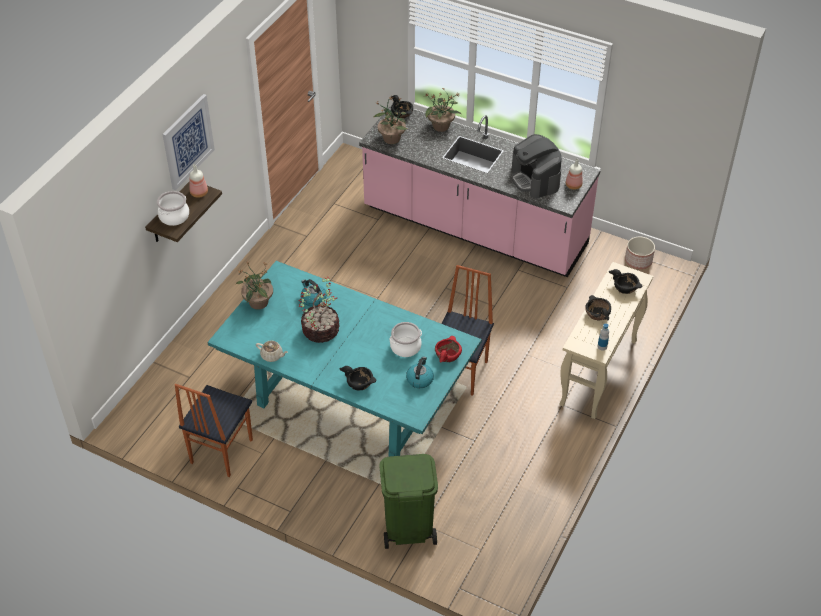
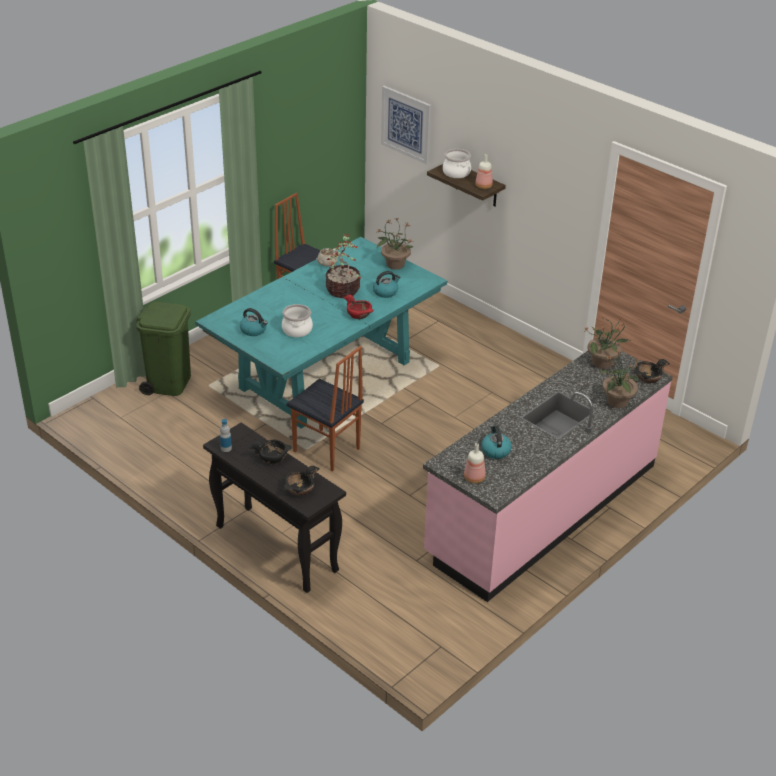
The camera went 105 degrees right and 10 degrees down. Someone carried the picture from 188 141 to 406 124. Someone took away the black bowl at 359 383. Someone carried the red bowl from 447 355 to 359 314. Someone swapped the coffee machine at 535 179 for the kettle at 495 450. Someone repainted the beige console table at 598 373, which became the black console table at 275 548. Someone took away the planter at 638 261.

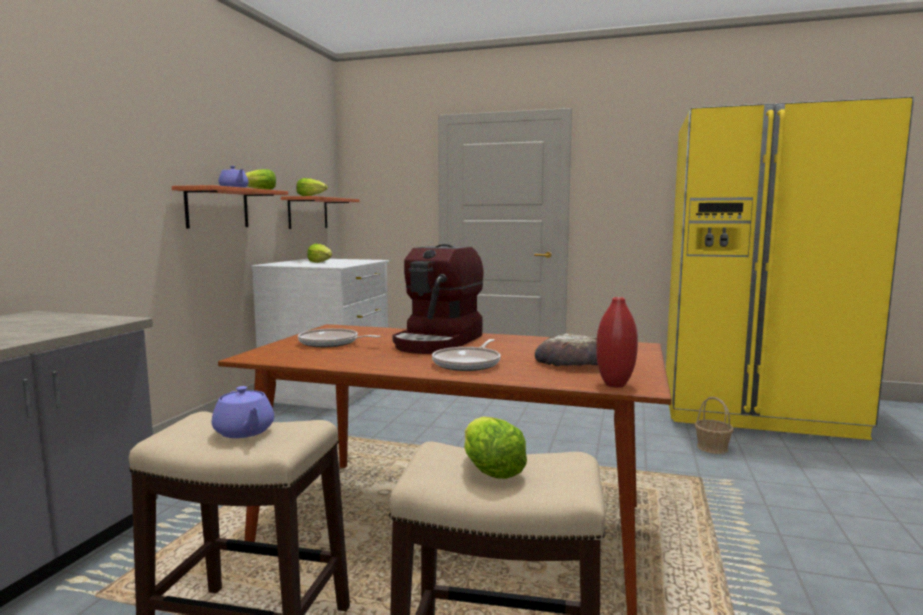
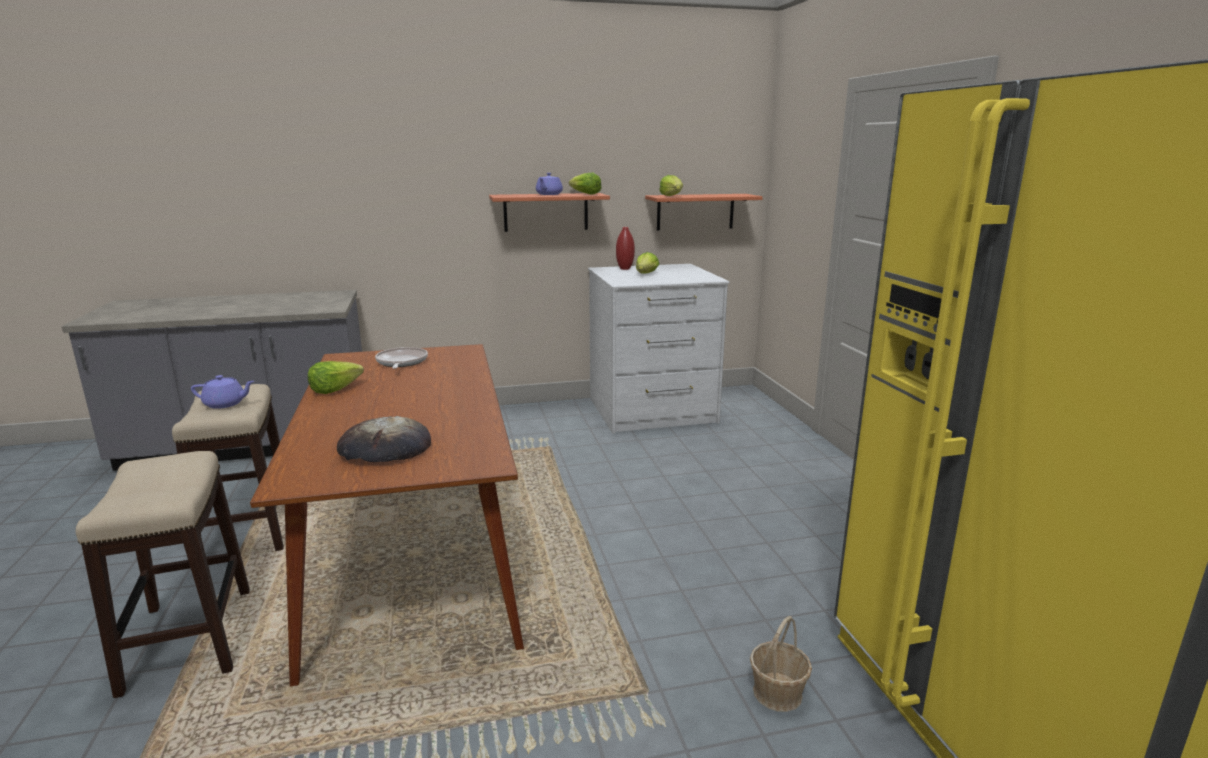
The camera went 60 degrees right and 10 degrees up. Someone rotated the purple teapot at 244 432 by 120 degrees counterclockwise. Someone took away the coffee machine at 439 342. Someone took away the frying pan at 468 363. Someone carried the lettuce from 490 468 to 335 389. Someone carried the red vase from 615 384 to 625 269.

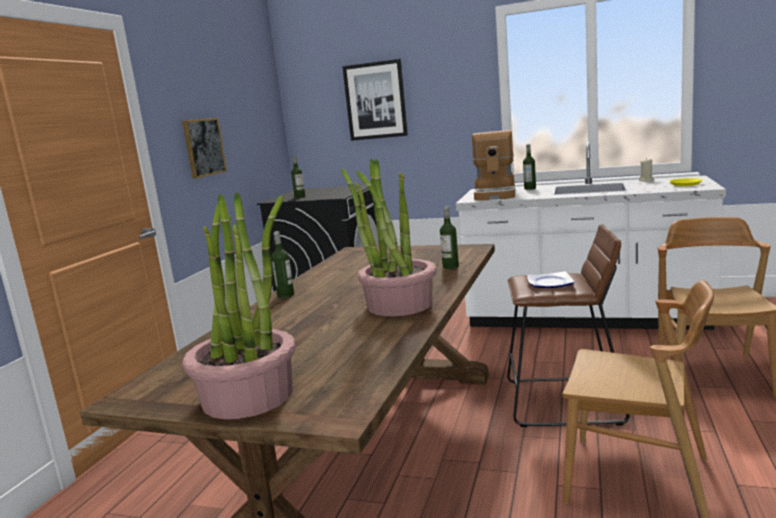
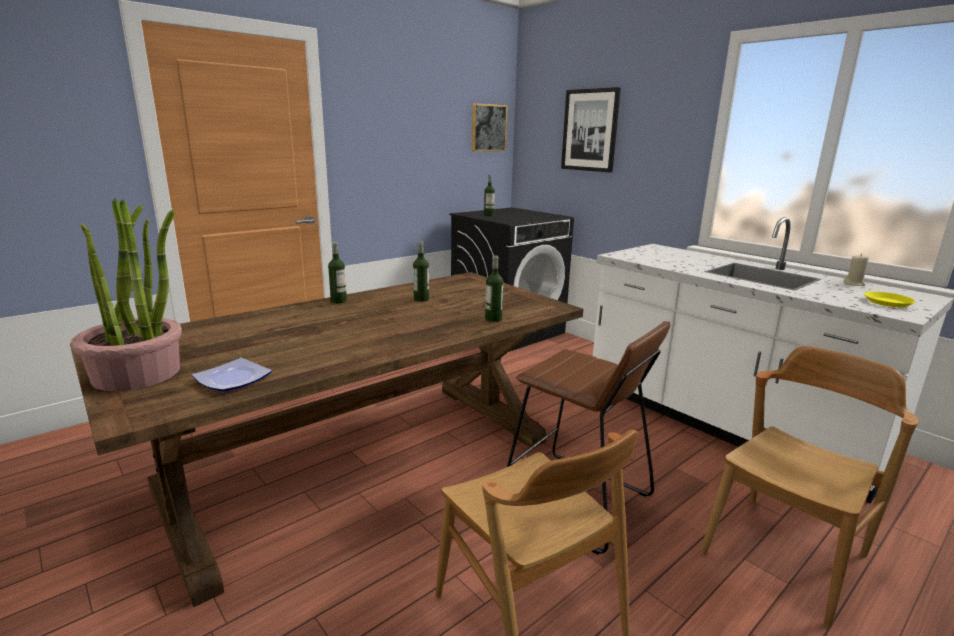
The camera went 30 degrees right and 5 degrees up. Someone carried the picture from 204 147 to 488 128. Someone took away the potted plant at 399 305. Someone took away the coffee machine at 496 194. Someone carried the bottle from 530 188 to 421 299. Someone carried the plate from 549 283 to 233 378.

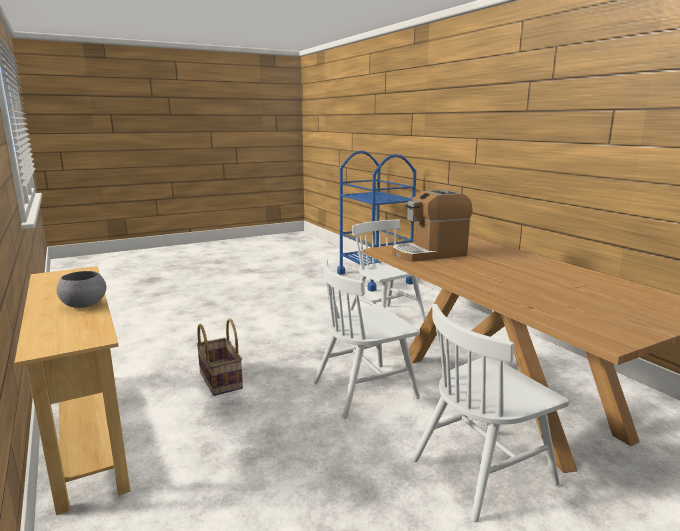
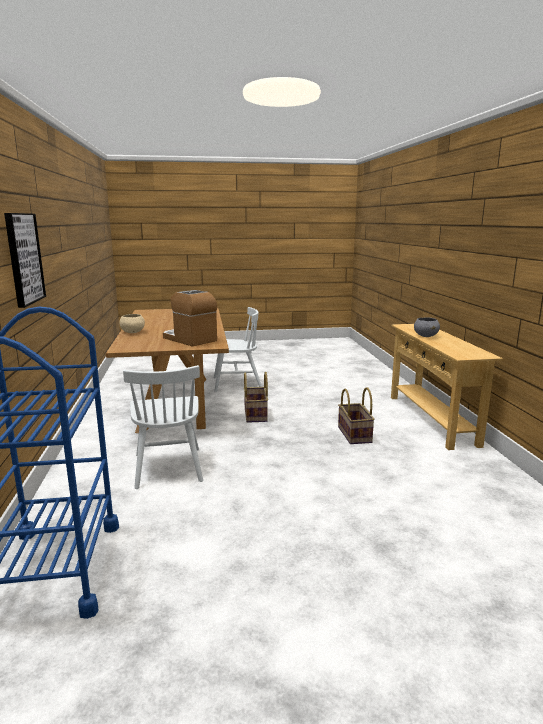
The camera went 160 degrees left and 0 degrees up. Someone swapped the white chair at 365 389 for the basket at 256 415. Someone rotated the coffee machine at 429 253 by 135 degrees counterclockwise. Someone put up the picture at 24 258. Someone put down the beige bowl at 132 332.

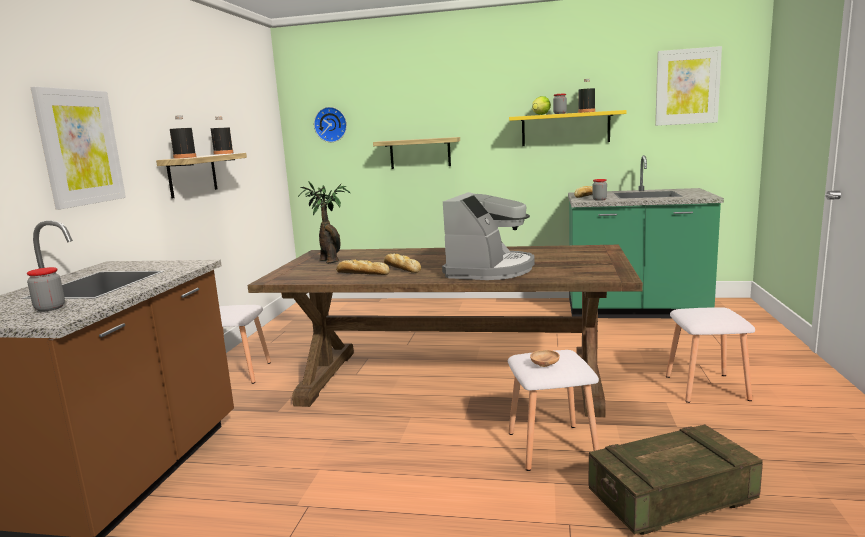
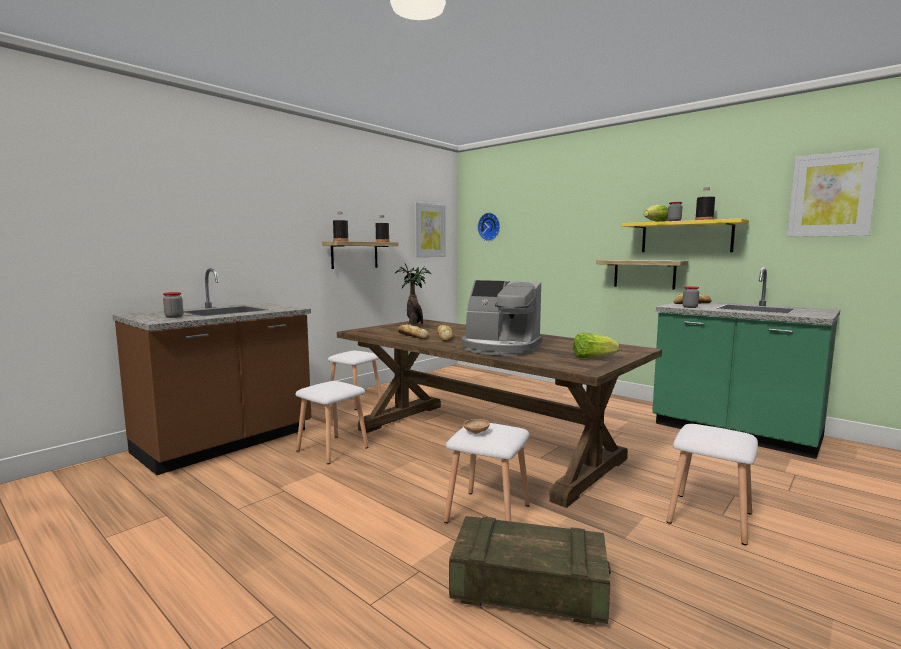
The camera went 30 degrees right and 5 degrees down. Someone carried the picture from 80 147 to 429 230. Someone carried the shelf from 420 153 to 644 274. Someone rotated the coffee machine at 490 270 by 60 degrees clockwise. Someone put down the white stool at 331 449. Someone put down the lettuce at 592 358.

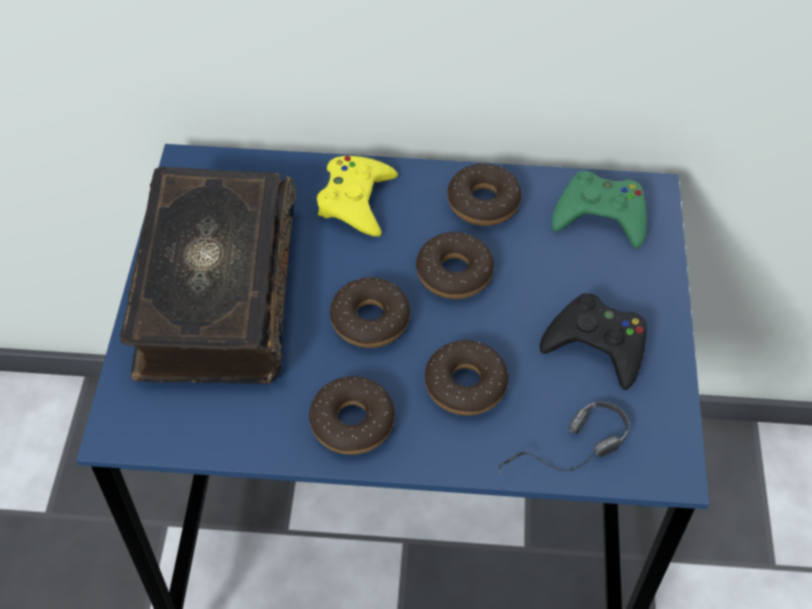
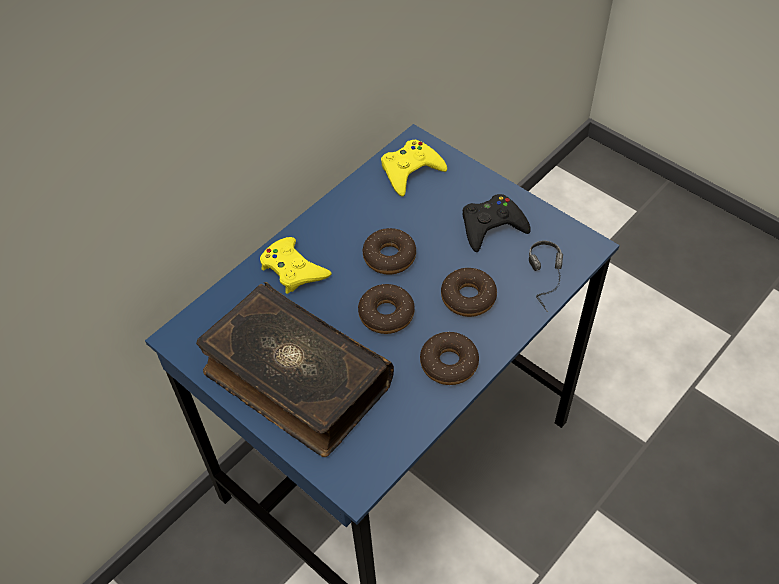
The camera went 50 degrees left and 0 degrees up. Someone took away the donut at 483 203. Someone repainted the green game controller at 601 216, which became the yellow game controller at 410 171.

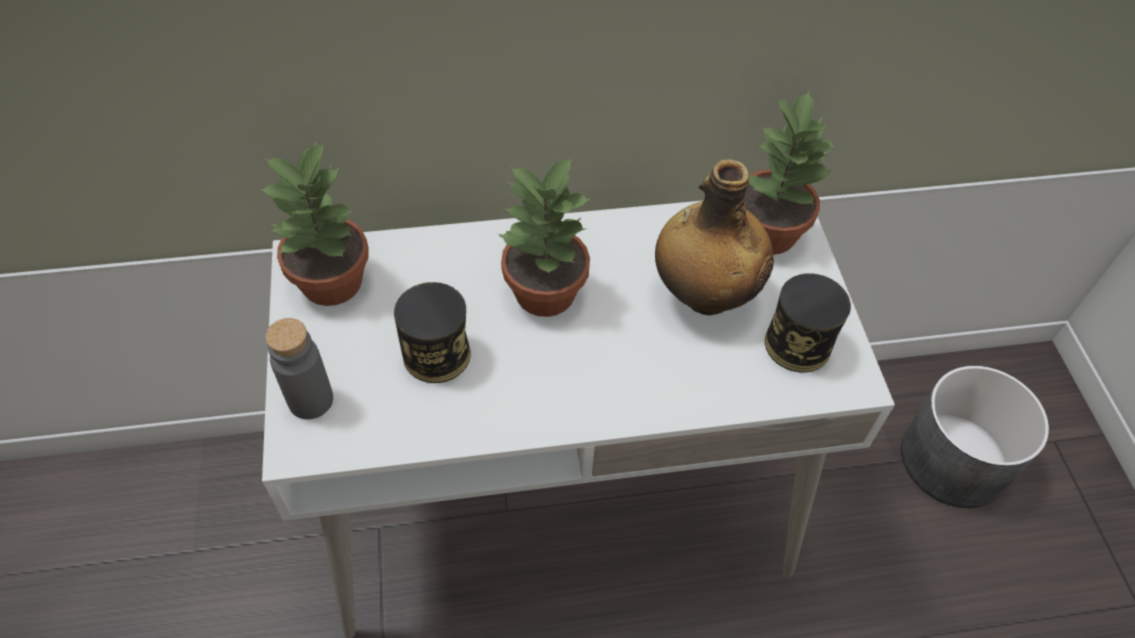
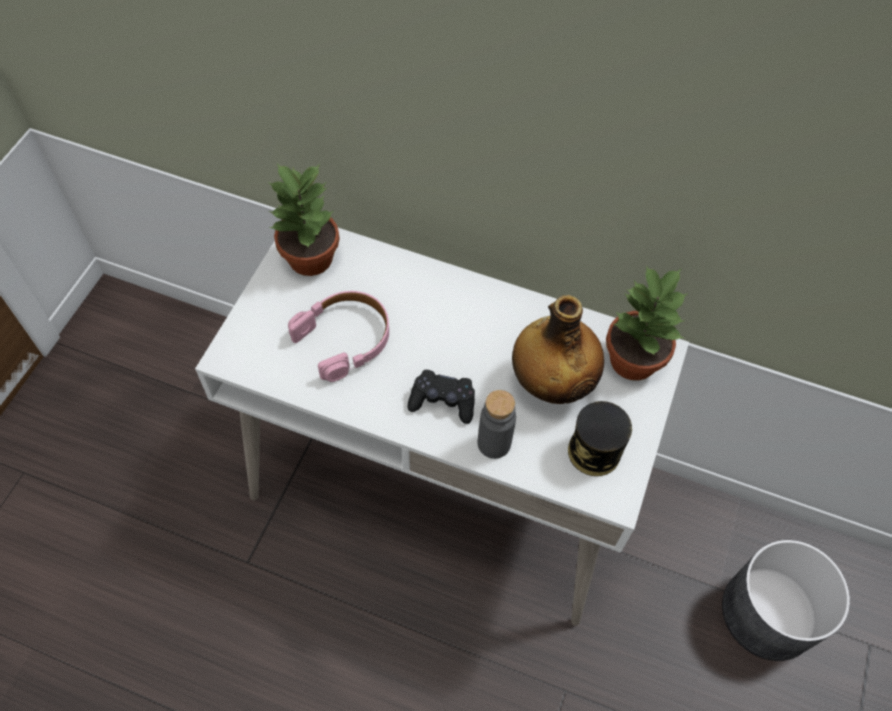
The camera went 30 degrees right and 5 degrees up. Someone carried the grey bottle from 311 400 to 494 443. Someone swapped the can at 436 354 for the pink headphones at 345 338. Someone took away the potted plant at 543 293. Someone put down the black game controller at 443 401.

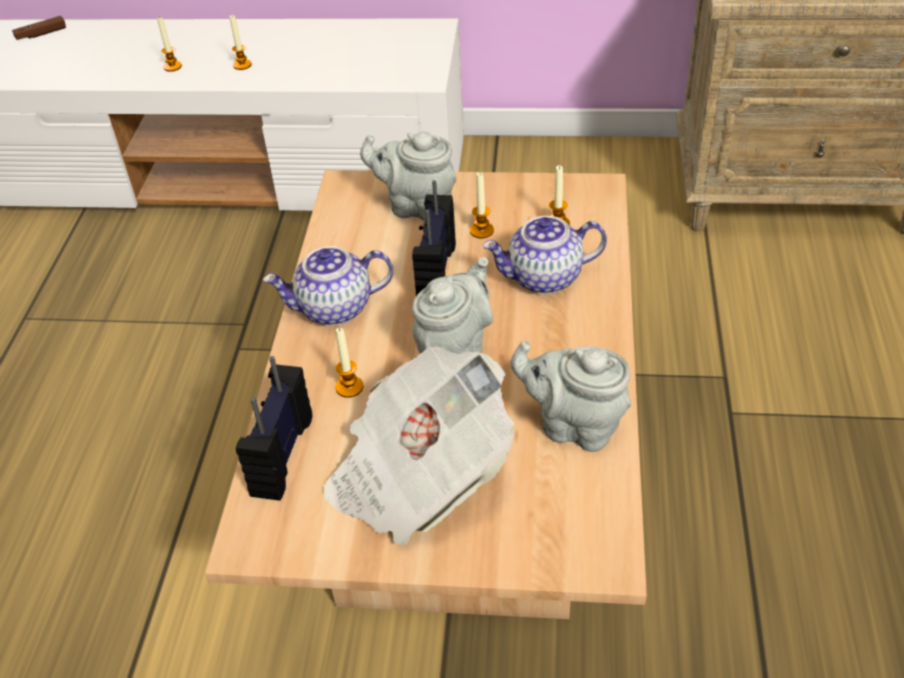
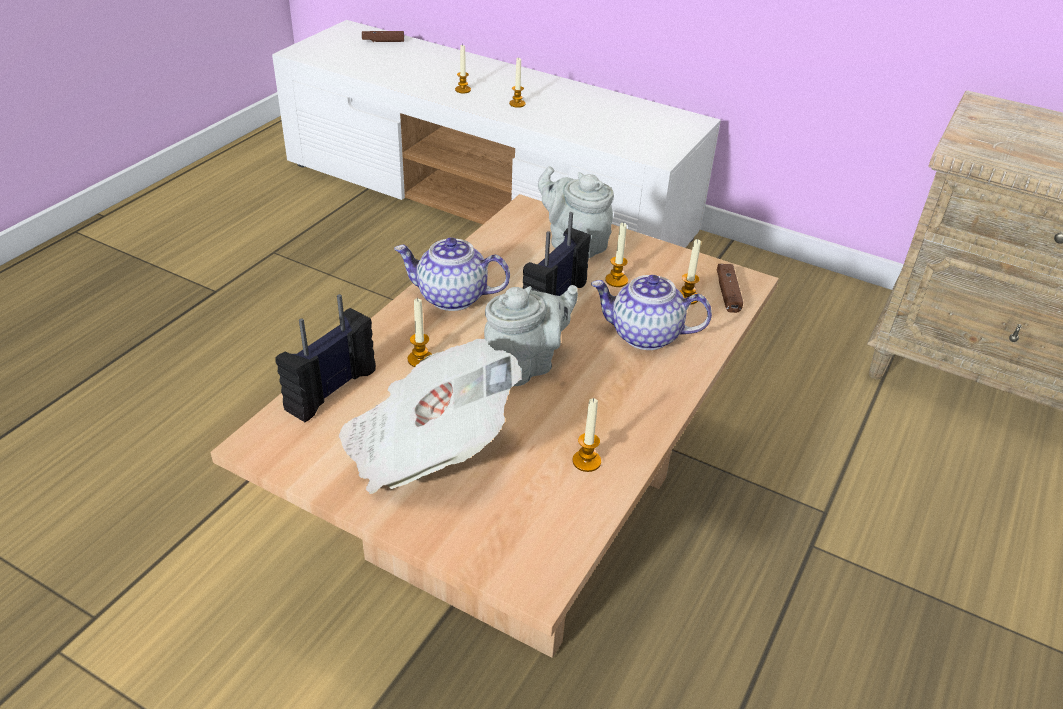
The camera went 20 degrees right and 5 degrees down. Someone swapped the grey teapot at 574 426 for the candle at 586 461. Someone put down the brown game controller at 728 293.

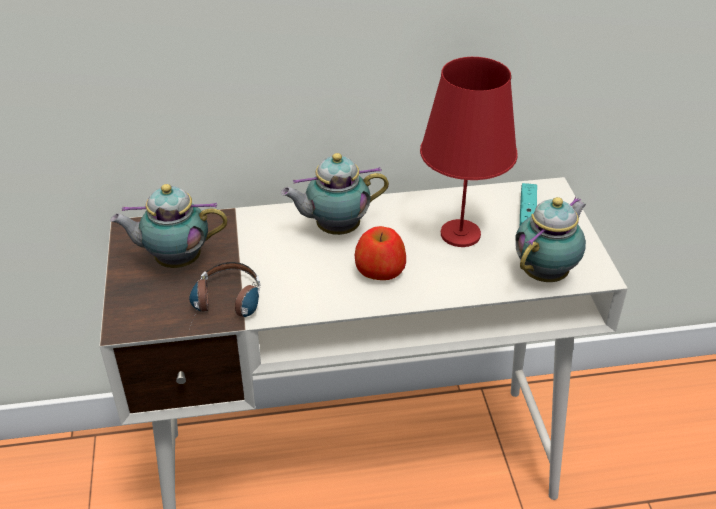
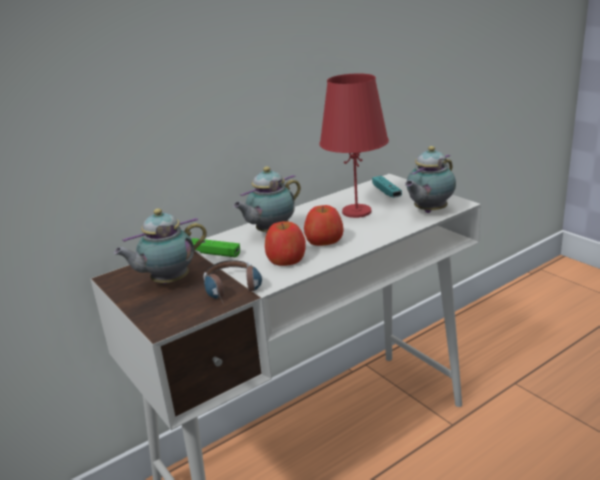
The camera went 25 degrees left and 15 degrees down. Someone rotated the teapot at 546 273 by 150 degrees counterclockwise. Someone put down the green game controller at 214 253. Someone put down the apple at 286 259.

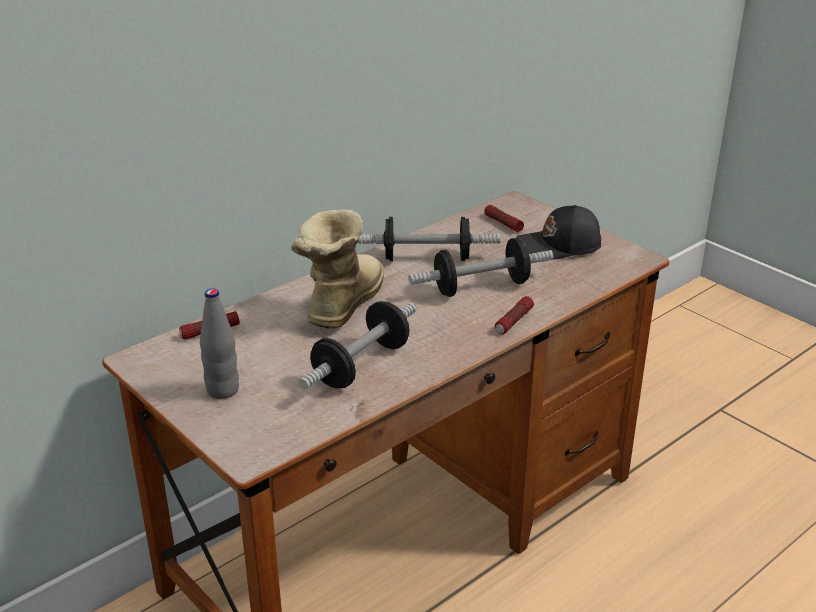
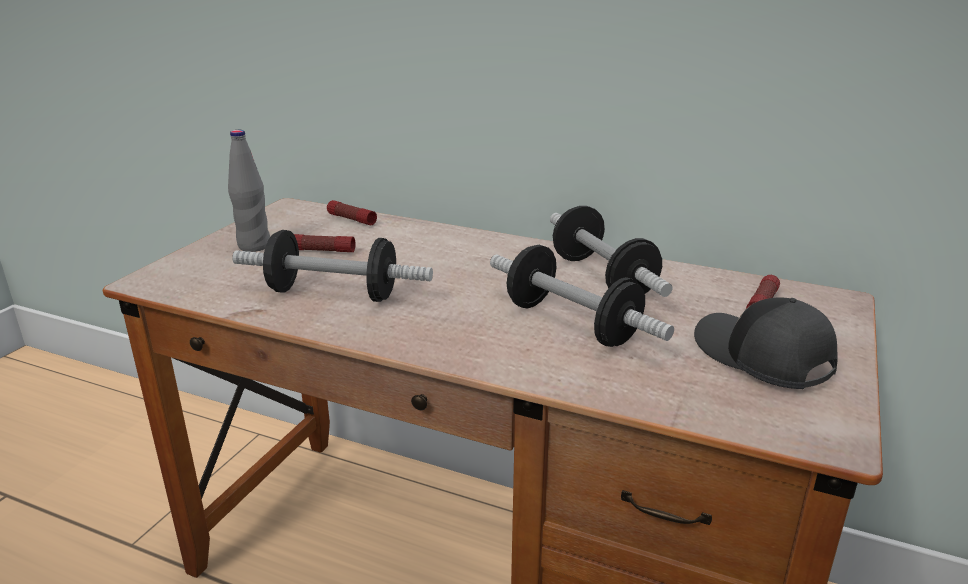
The camera went 65 degrees right and 5 degrees down. Someone took away the boot at 340 304. Someone carried the flashlight from 513 321 to 322 251.

